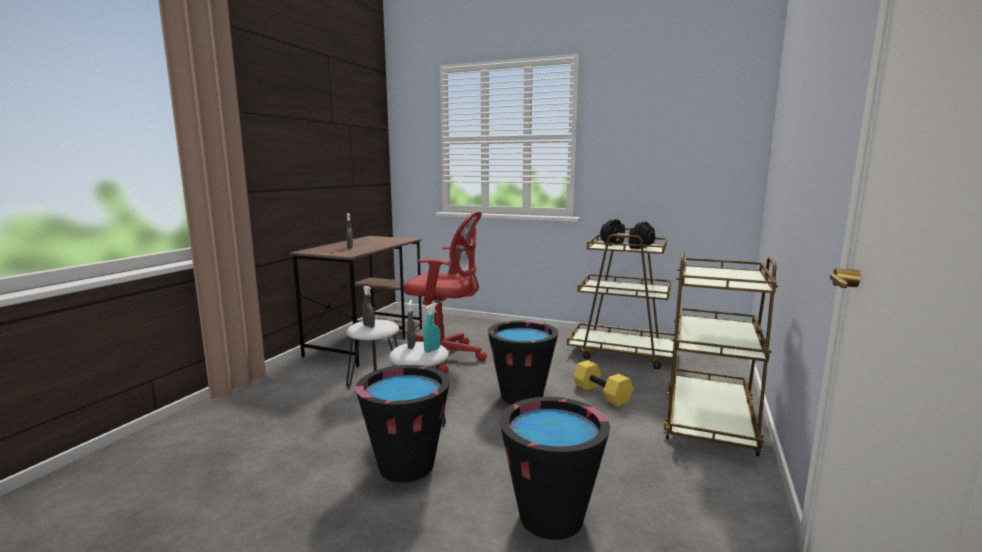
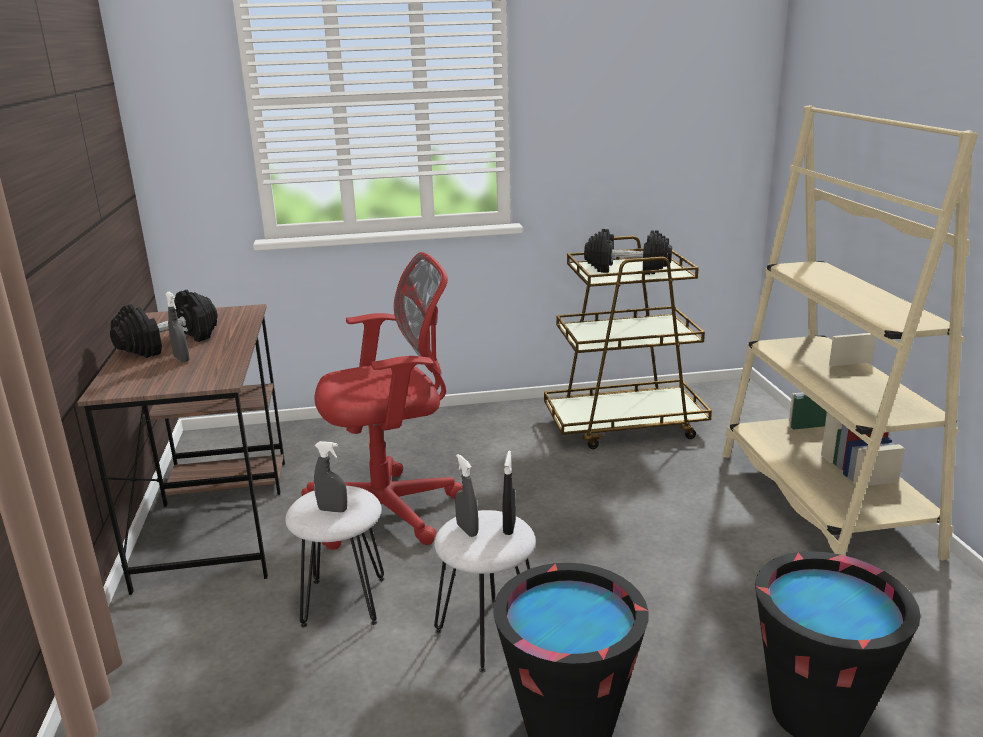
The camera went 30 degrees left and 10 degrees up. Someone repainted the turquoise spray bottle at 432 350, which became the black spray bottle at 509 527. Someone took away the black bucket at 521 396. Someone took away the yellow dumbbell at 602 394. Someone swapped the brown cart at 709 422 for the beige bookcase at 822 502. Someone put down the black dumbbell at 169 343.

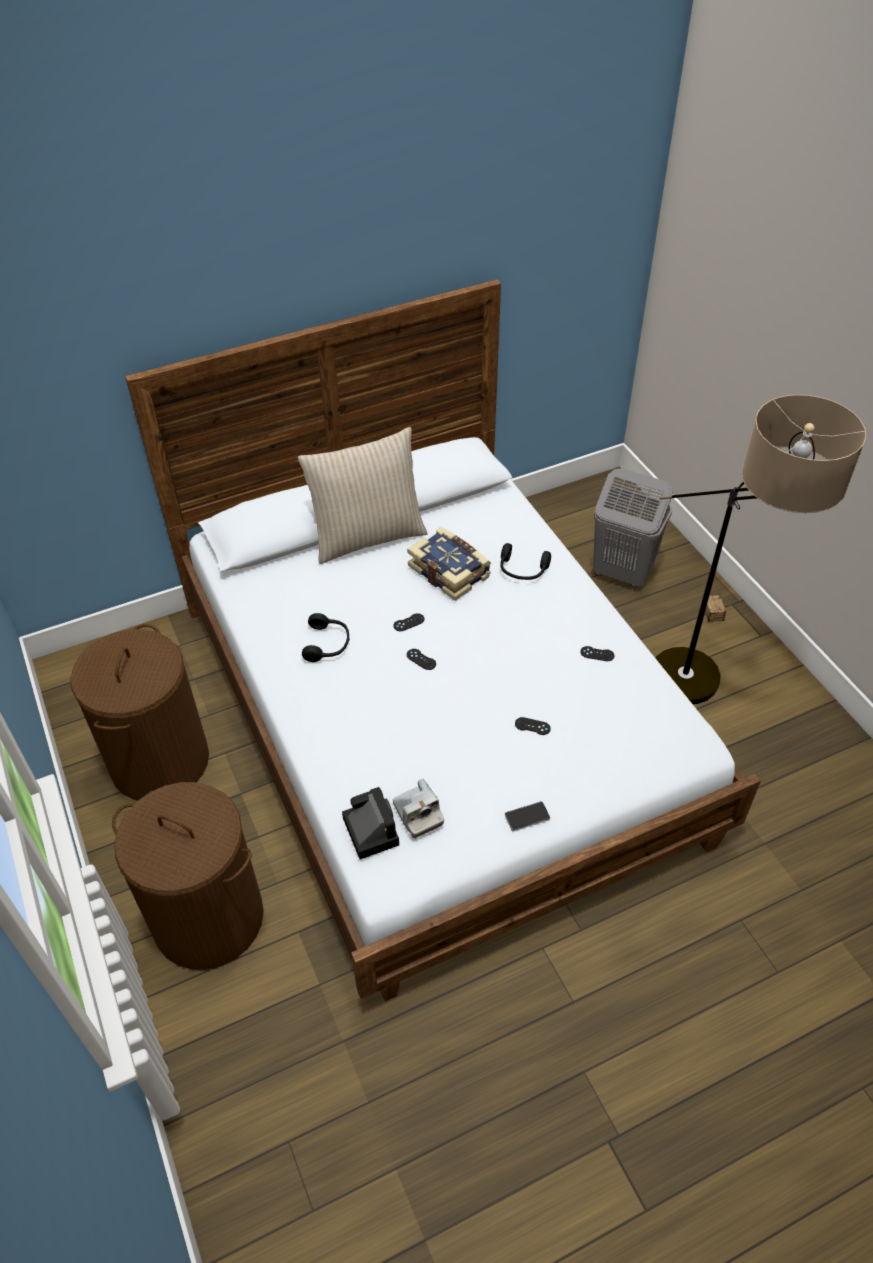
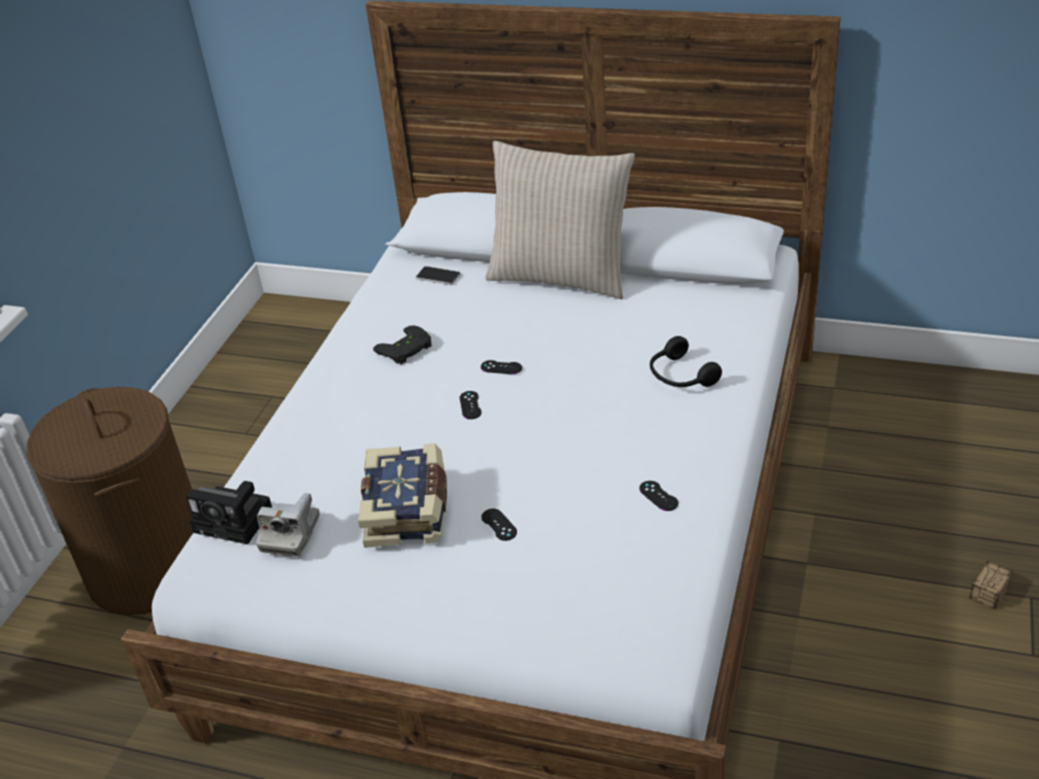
The camera went 45 degrees right and 10 degrees down. Someone took away the brown laundry basket at 159 761. Someone swapped the black headphones at 328 644 for the black game controller at 406 350. Someone rotated the photo camera at 369 829 by 90 degrees clockwise. Someone carried the book from 450 571 to 408 509. Someone carried the phone from 527 817 to 438 277. Someone took away the grey laundry basket at 621 572. Someone took away the floor lamp at 703 696.

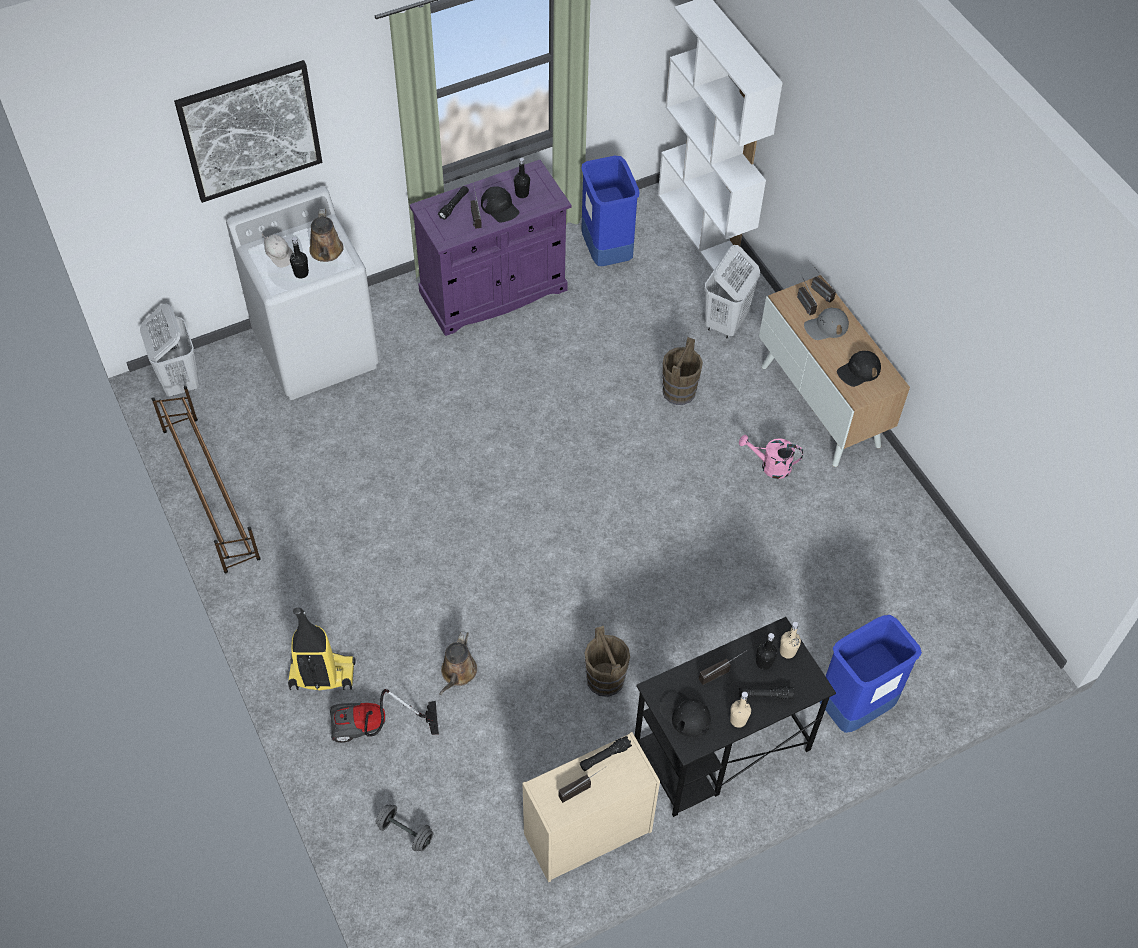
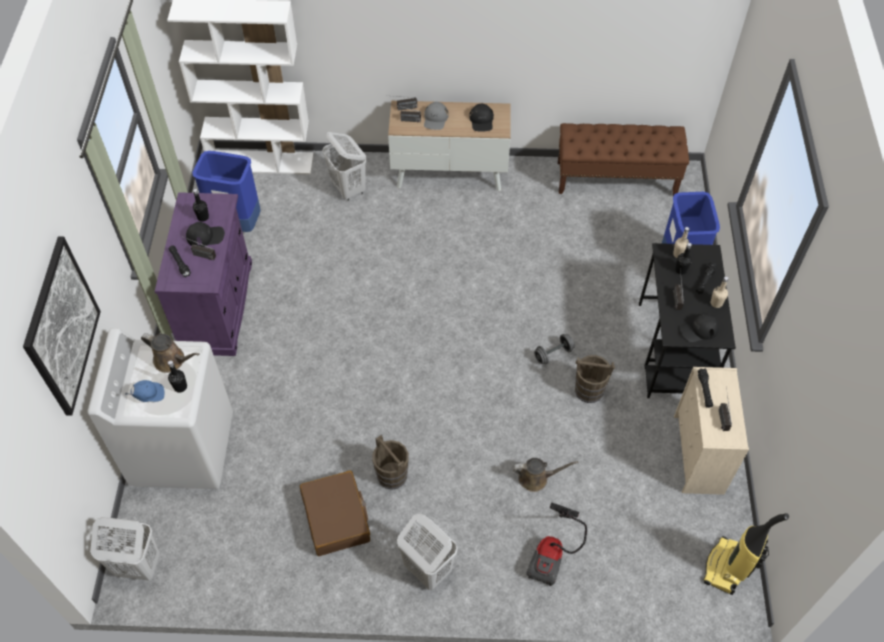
The camera went 60 degrees left and 0 degrees up. Someone took away the brown shoe rack at 210 492. Someone repainted the white cap at 279 255, which became the blue cap at 149 395. Someone carried the vacuum cleaner from 321 676 to 727 567. Someone carried the grey dumbbell from 405 832 to 553 354. Someone rotated the brown watering can at 458 673 by 45 degrees counterclockwise. Someone carried the brown bucket from 679 391 to 392 475. Someone took away the pink watering can at 770 466. Someone put down the brown suitcase at 336 518. Someone put down the white laundry basket at 427 569. Someone put down the brown bench at 616 179.

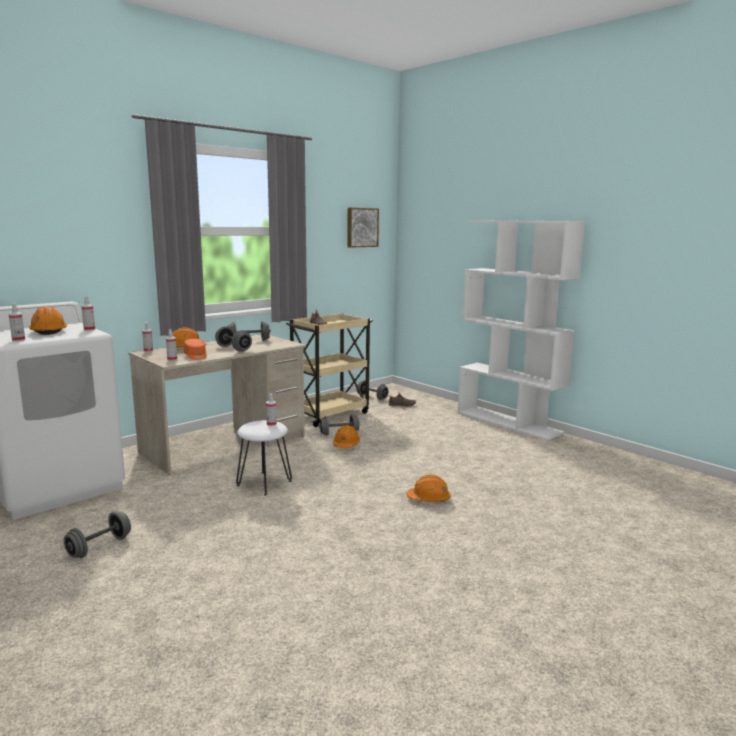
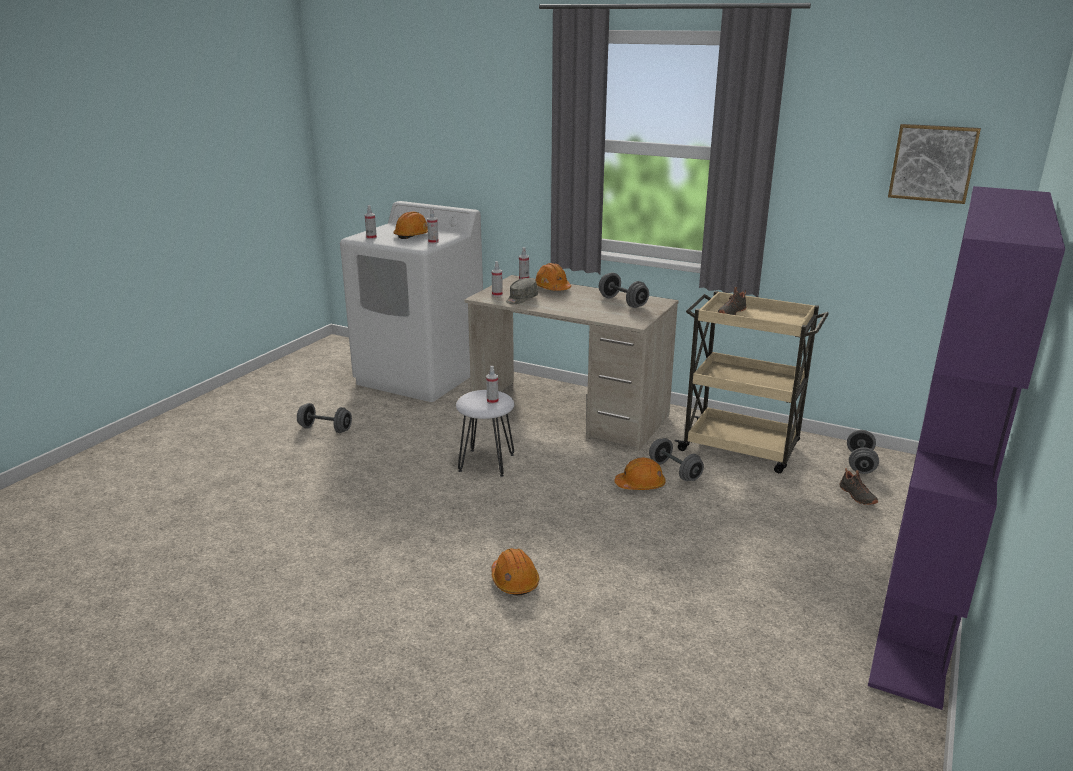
The camera went 70 degrees right and 10 degrees up. Someone repainted the orange cap at 196 356, which became the grey cap at 521 299. Someone took away the grey dumbbell at 233 349. Someone repainted the white bookcase at 509 422, which became the purple bookcase at 916 624.

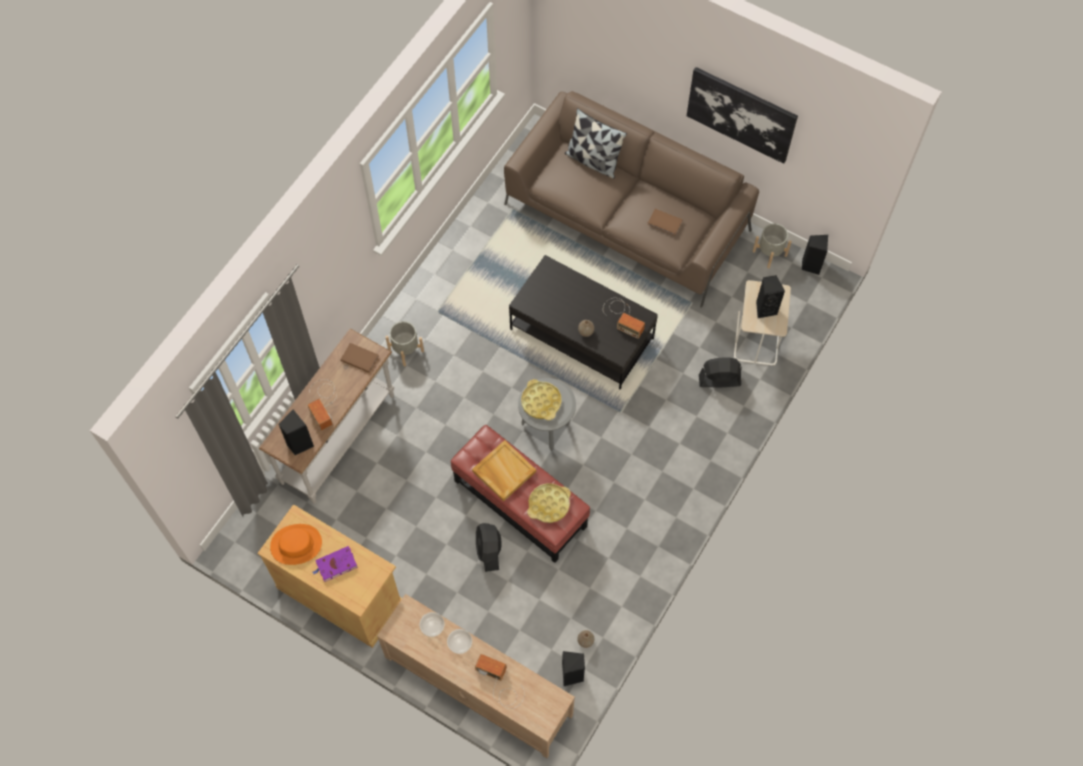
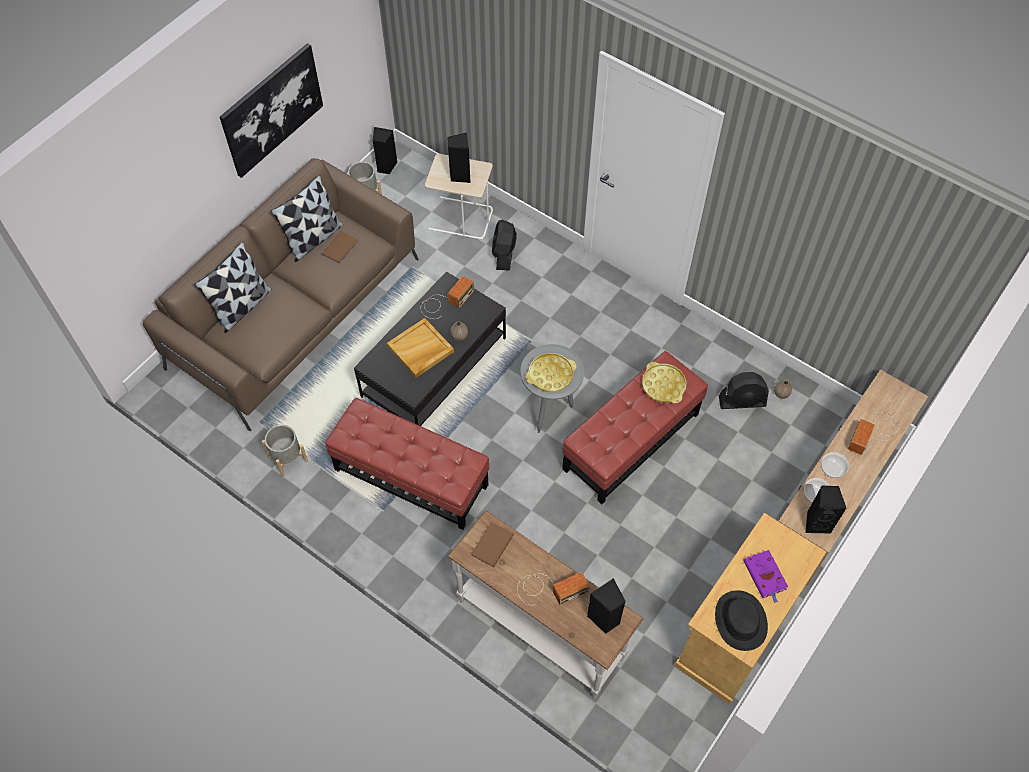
The camera went 85 degrees left and 5 degrees down. Someone repainted the orange hat at 296 544, which became the black hat at 740 621. Someone carried the grey planter from 405 350 to 288 458. Someone carried the beige tray from 503 471 to 420 349. Someone carried the black fan from 489 550 to 742 401. Someone carried the black speaker from 572 675 to 817 523. Someone put down the pillow at 313 238. Someone put down the red ottoman at 411 478.

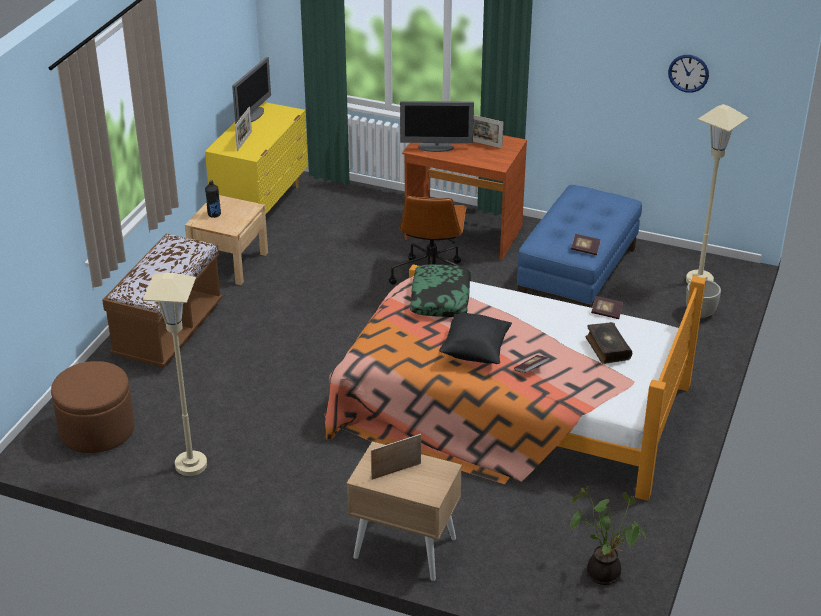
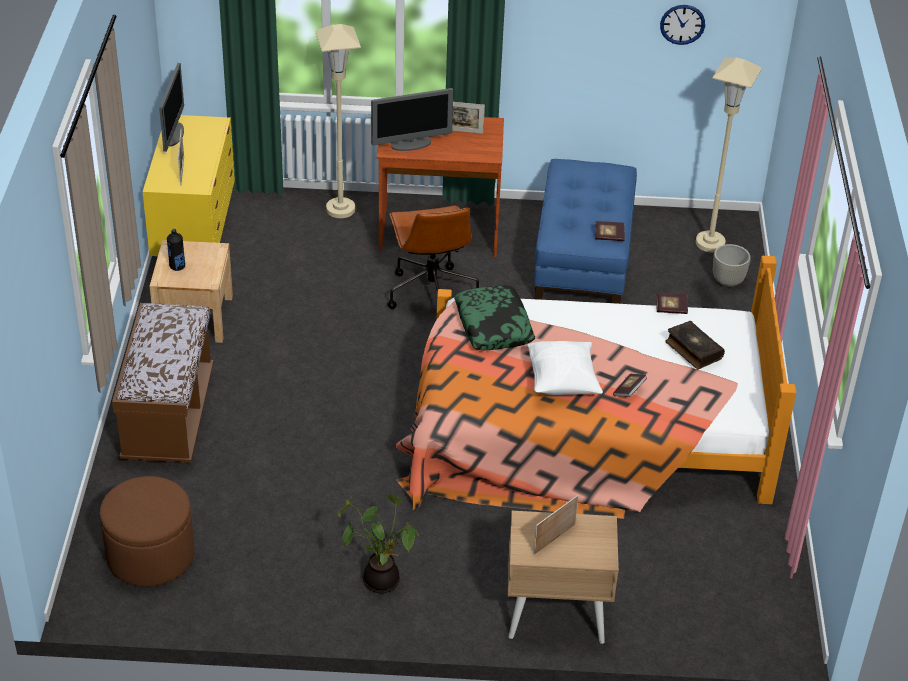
The camera went 20 degrees left and 5 degrees up. Someone carried the beige floor lamp from 191 465 to 340 209. Someone repainted the black pillow at 475 352, which became the white pillow at 562 382. Someone carried the potted plant from 604 571 to 381 578.

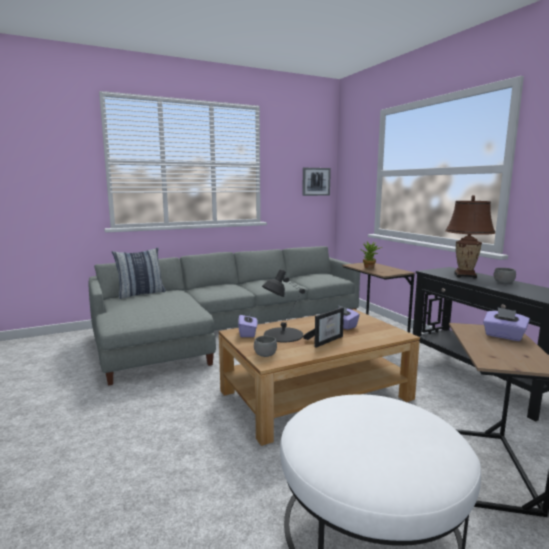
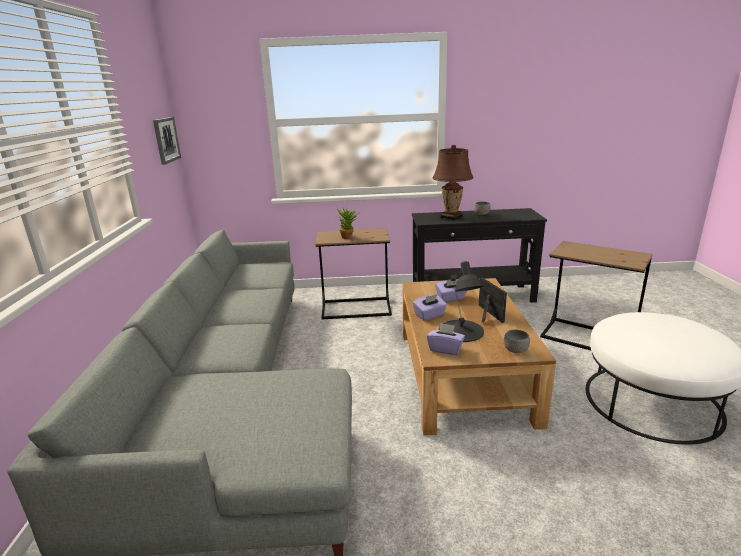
The camera went 65 degrees left and 10 degrees up. Someone took away the pillow at 141 293. Someone carried the purple tissue box from 504 336 to 429 315.

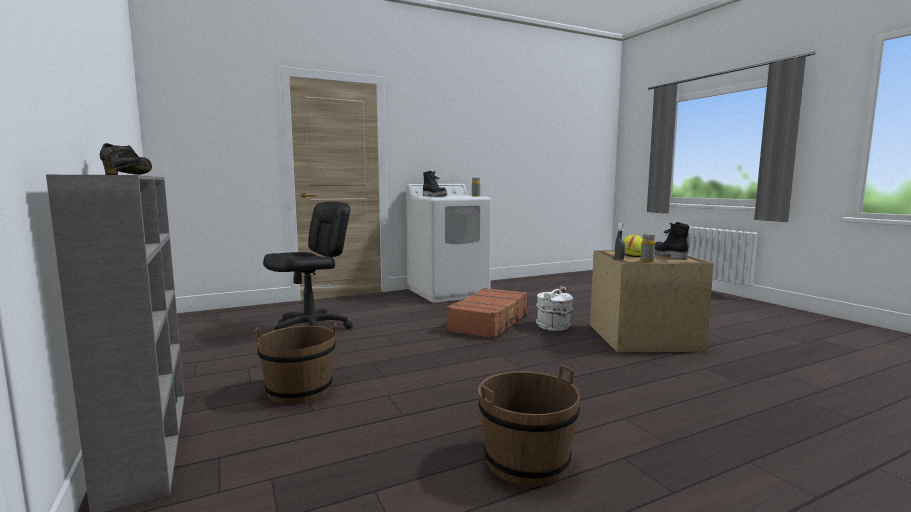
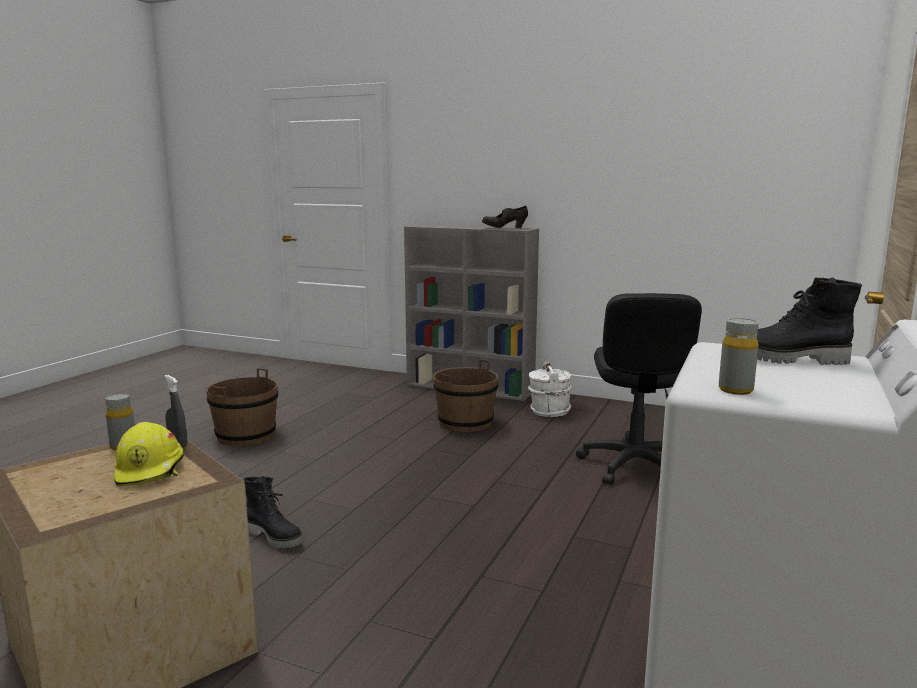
The camera went 140 degrees right and 5 degrees up. Someone took away the brown suitcase at 489 322. Someone carried the white bucket from 554 326 to 549 411. Someone carried the black boot from 668 256 to 275 537.

